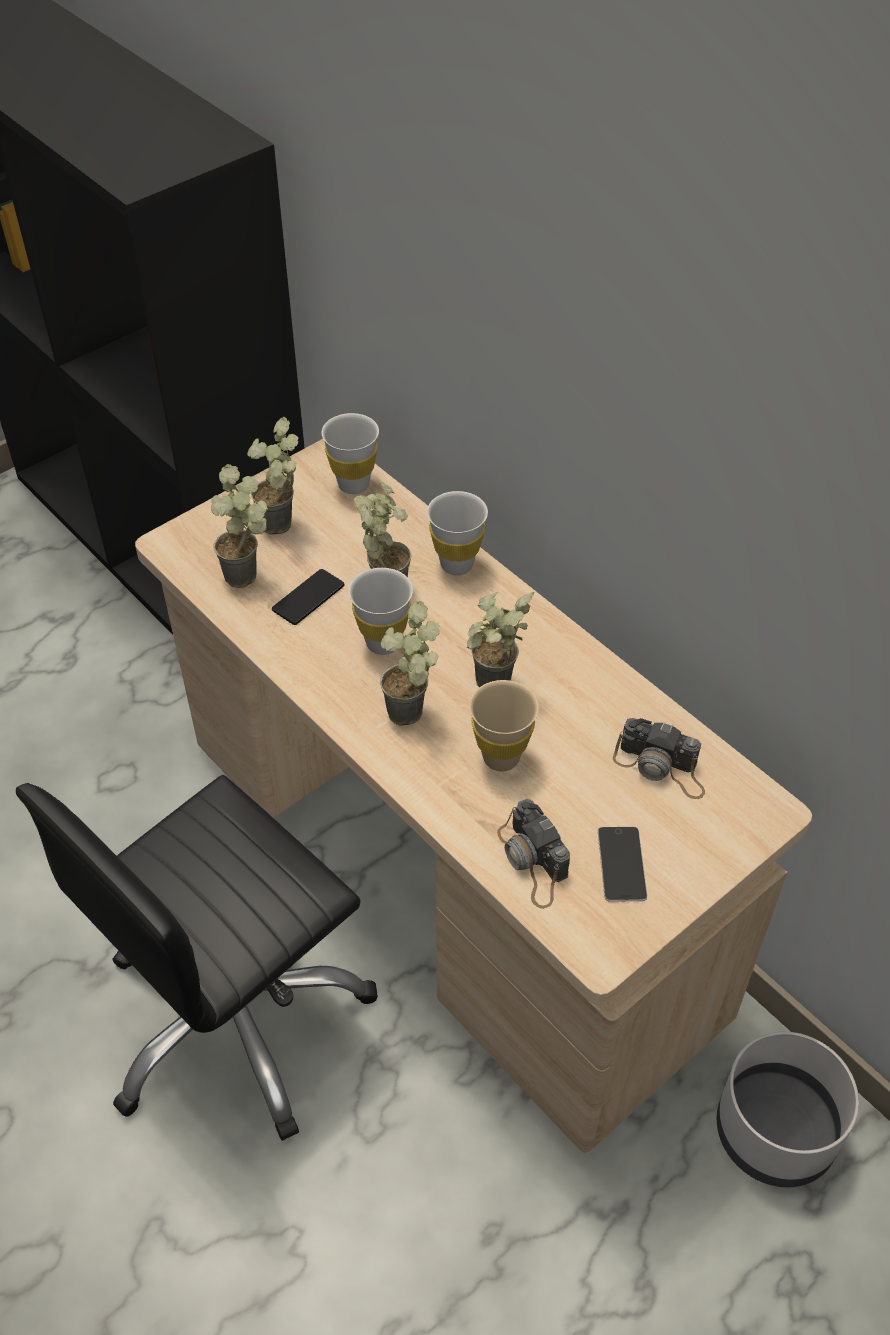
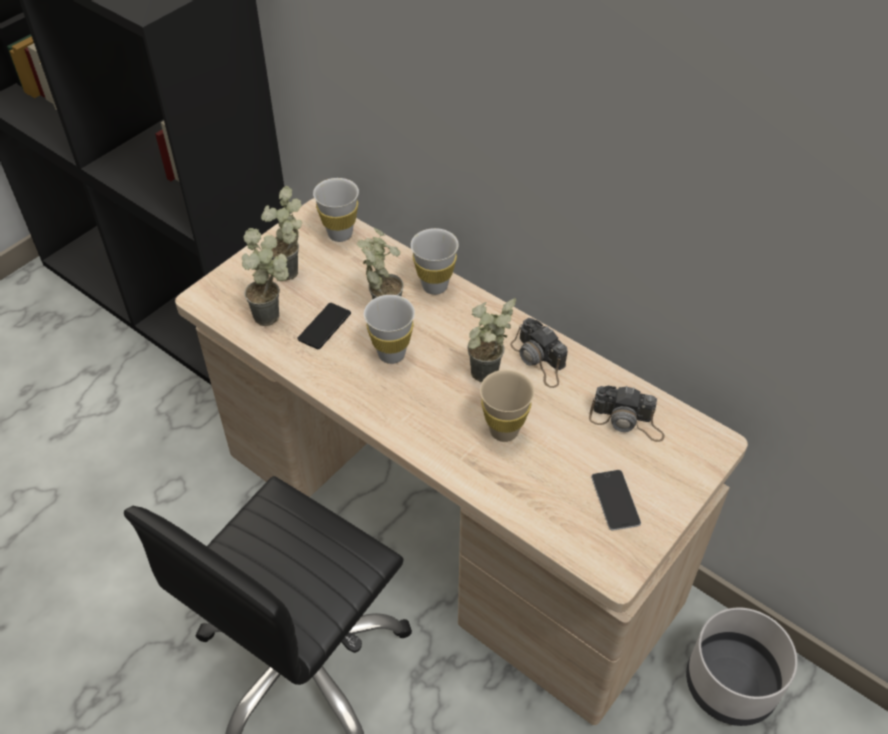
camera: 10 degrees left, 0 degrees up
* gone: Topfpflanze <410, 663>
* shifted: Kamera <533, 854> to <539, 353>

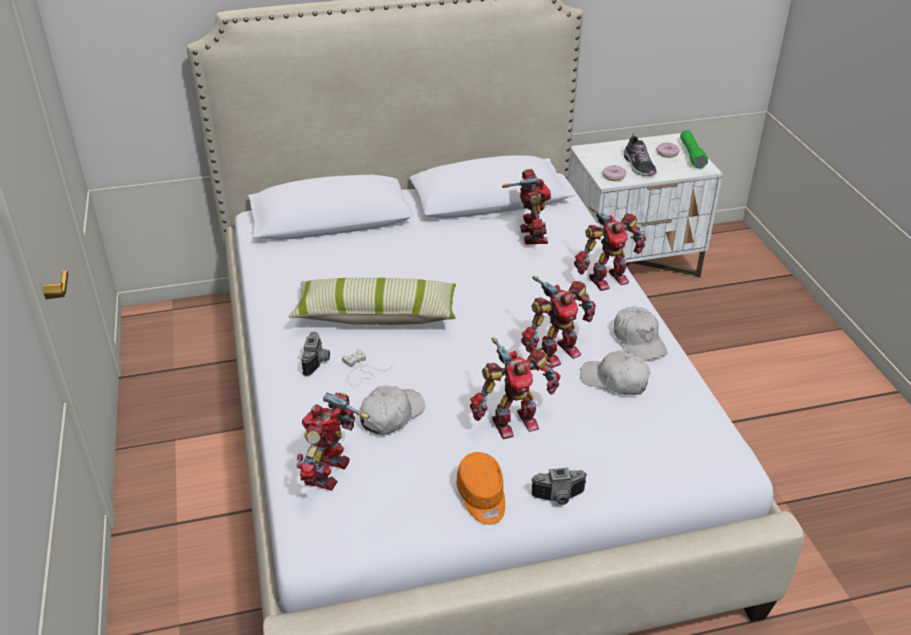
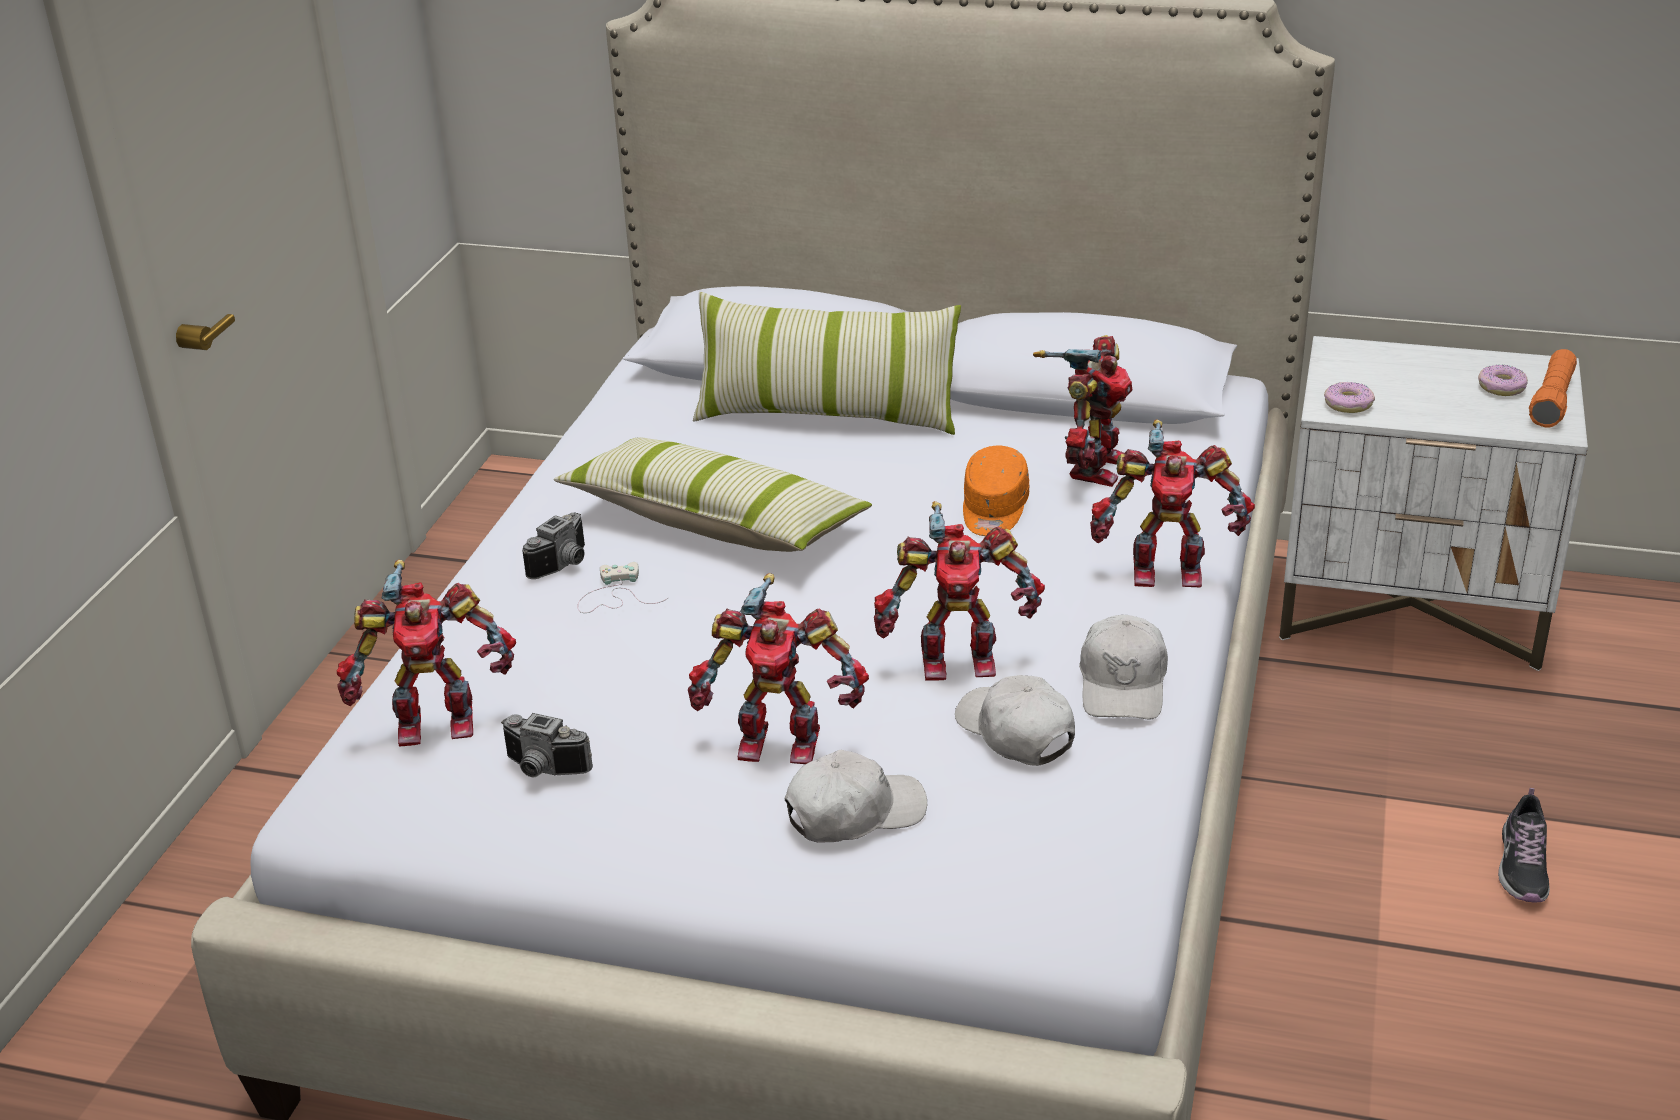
camera: 30 degrees right, 5 degrees down
* new: Kissen <827, 363>
* shifted: Kappe (weiß) <392, 410> to <856, 796>
* shifted: Kappe (orange) <481, 488> to <996, 491>
* shifted: Kamera <559, 486> to <547, 745>
* shifted: Schuh <640, 154> to <1524, 845>
* repainted: Taschenlampe (grün) <694, 149> to Taschenlampe (orange) <1553, 388>
* rotated: Spielzeugroboter <333, 441> = <426, 653> 150 degrees counterclockwise

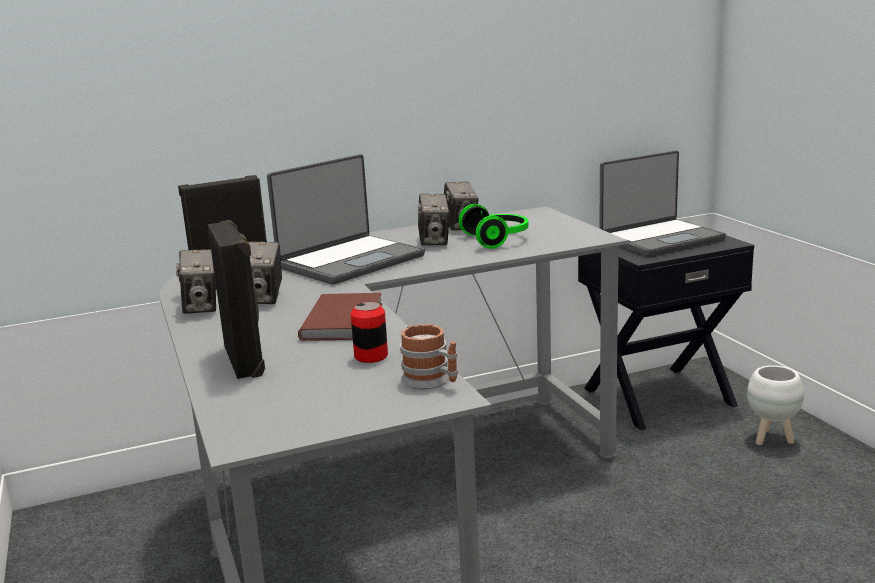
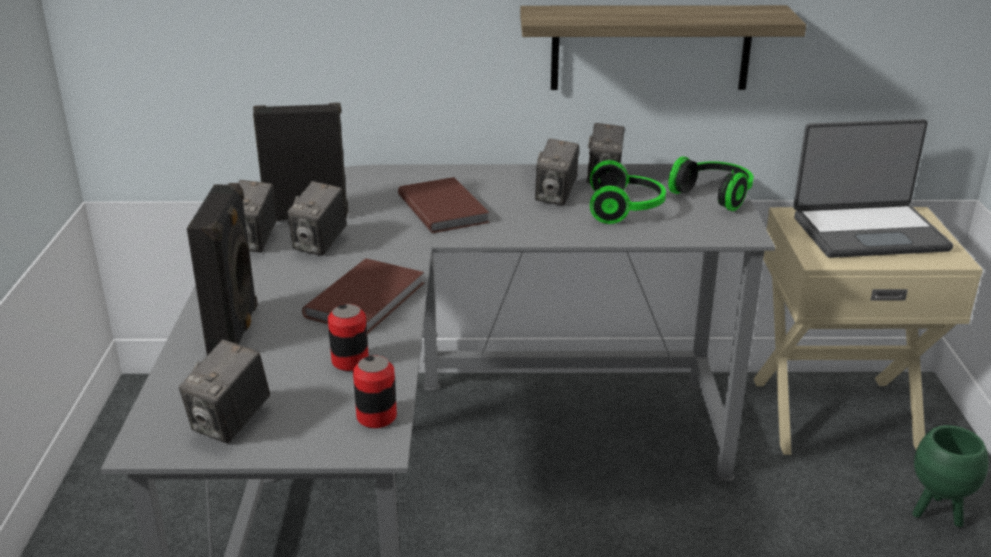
camera: 20 degrees right, 10 degrees up
* new: Kamera <224, 391>
* new: Wandregal <663, 47>
* new: Kopfhörer <711, 183>
* swapped: Laptop <346, 219> to Buch (braun) <444, 205>
* swapped: Henkelbecher <429, 357> to Dose <375, 392>
* repainted: Nachttisch (schwarz) <666, 325> to Nachttisch (beige) <868, 331>
* repainted: Pflanzkübel (weiß) <775, 405> to Pflanzkübel (grün) <950, 476>

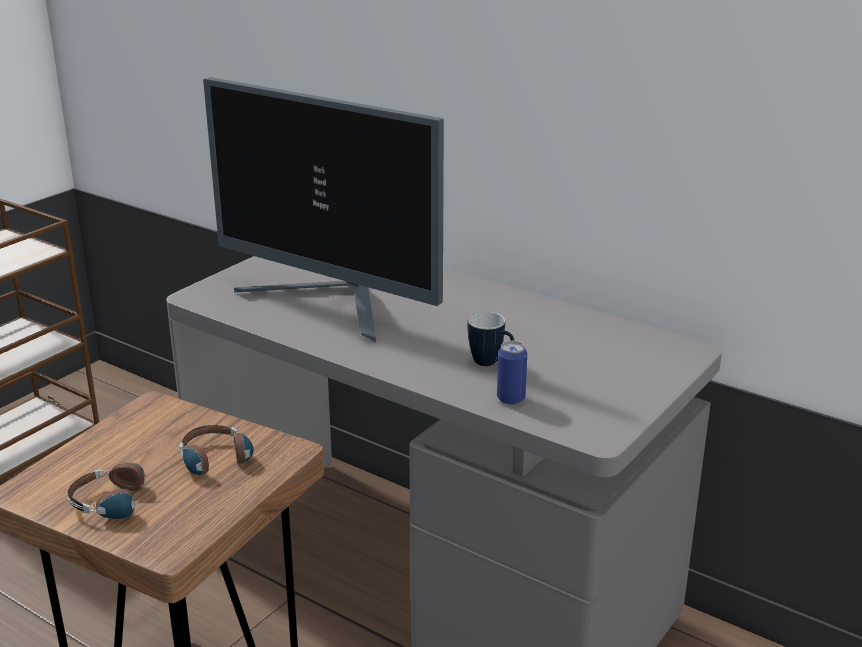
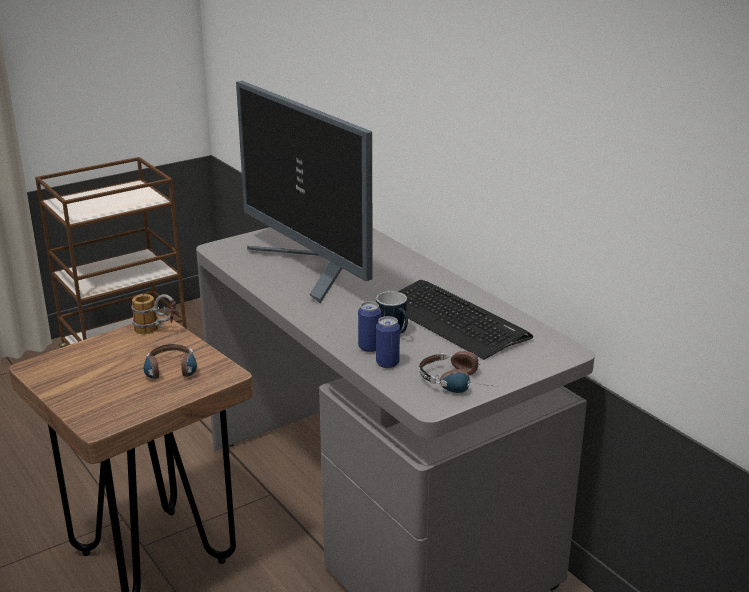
camera: 20 degrees right, 0 degrees up
* new: Henkelbecher <154, 314>
* new: Dose <369, 326>
* new: Tastatur <465, 320>
* shifted: Kopfhörer <111, 491> to <458, 372>

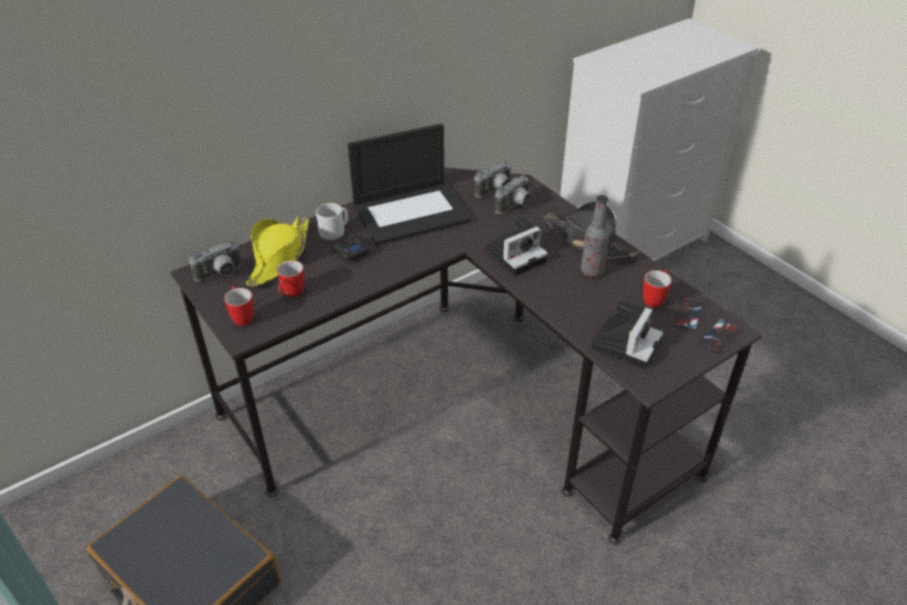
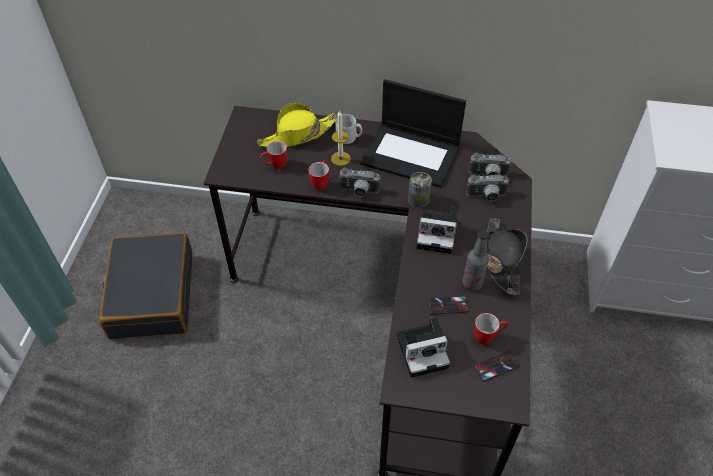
camera: 45 degrees right, 10 degrees up
* new: Dose <420, 190>
* shifted: Kamera <215, 261> to <359, 182>
* shifted: Henkelbecher <239, 306> to <319, 175>
* shifted: Handy <719, 336> to <448, 305>
* swapped: Gamepad (schwarz) <350, 248> to Kerze <341, 138>

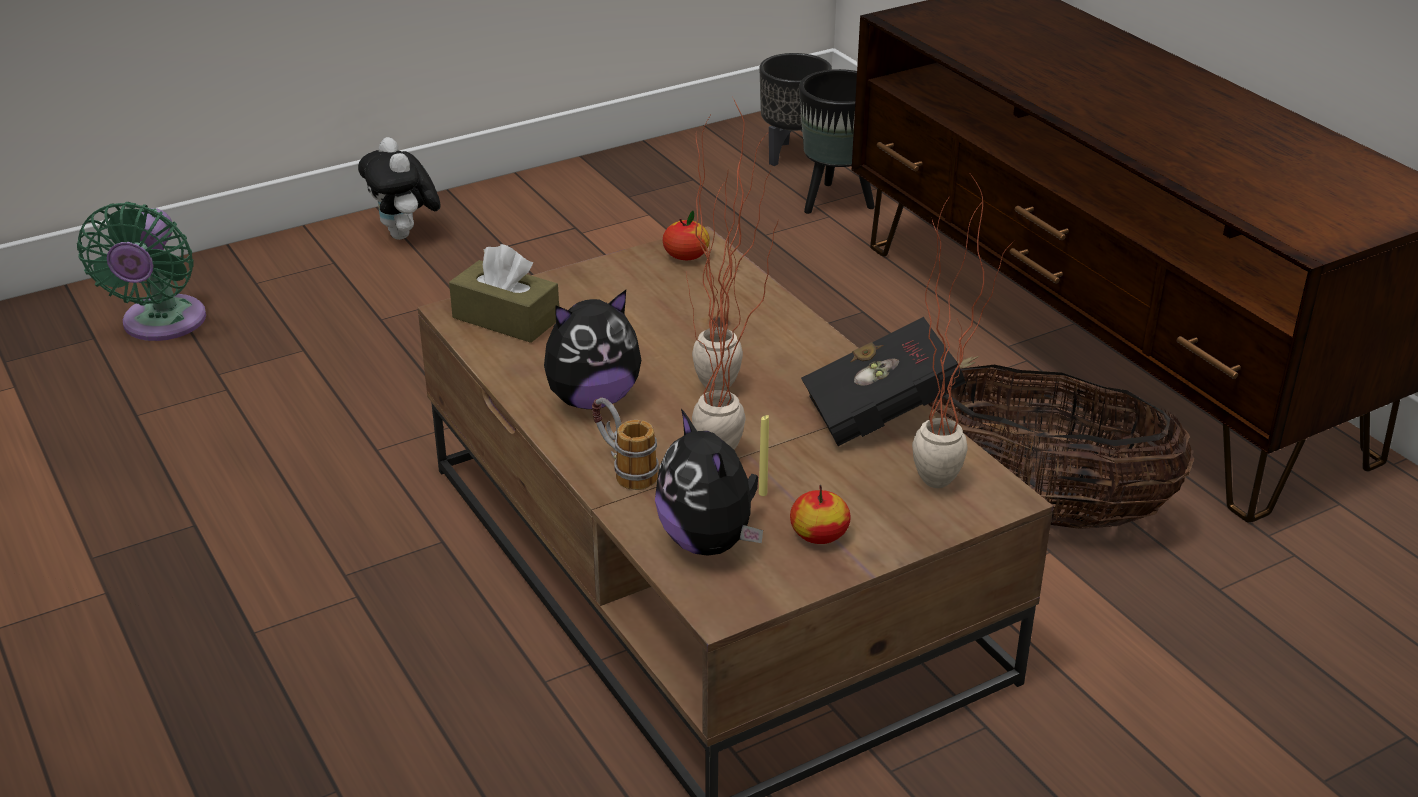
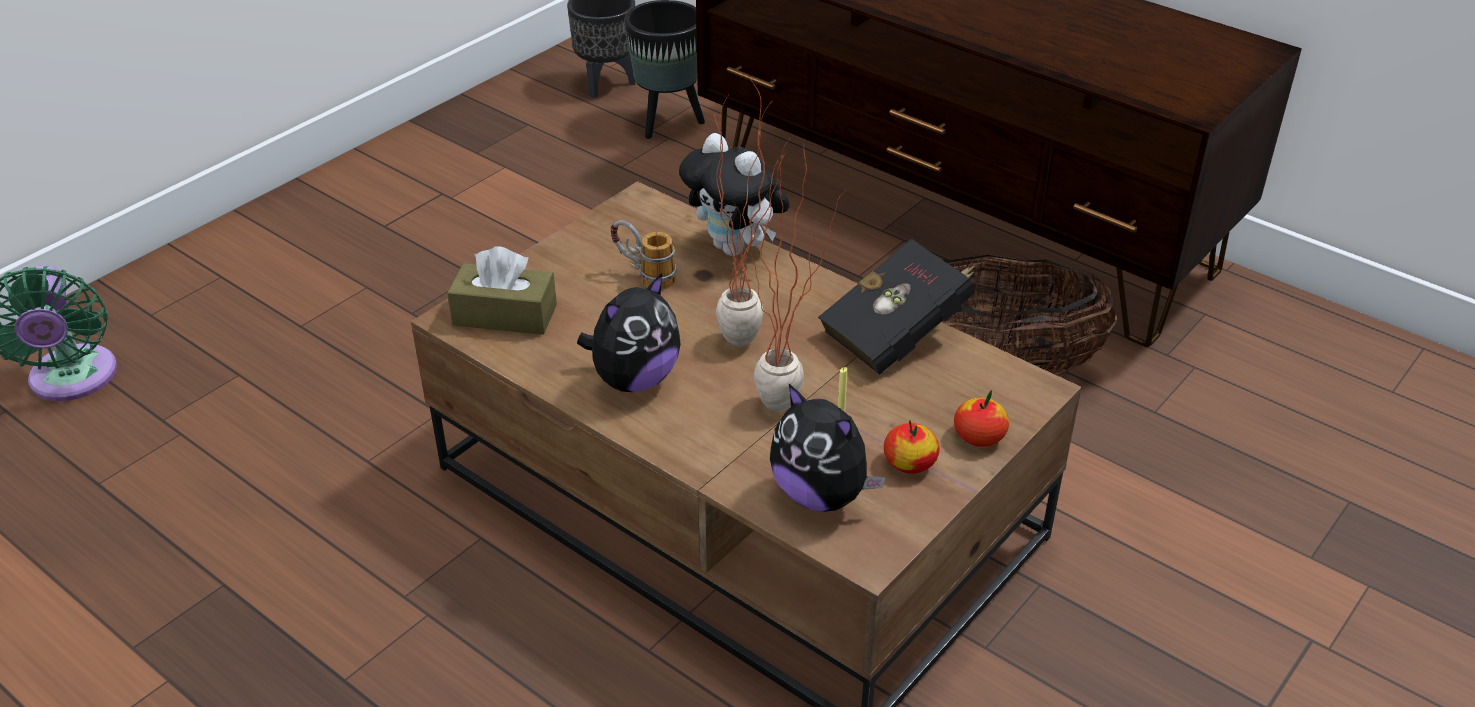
camera: 20 degrees left, 5 degrees up
* gone: Topfpflanze <963, 331>
* shifted: Plüschtier <399, 188> to <734, 194>
* shifted: Henkelbecher <625, 444> to <643, 255>
* shifted: Apfel <686, 235> to <981, 418>

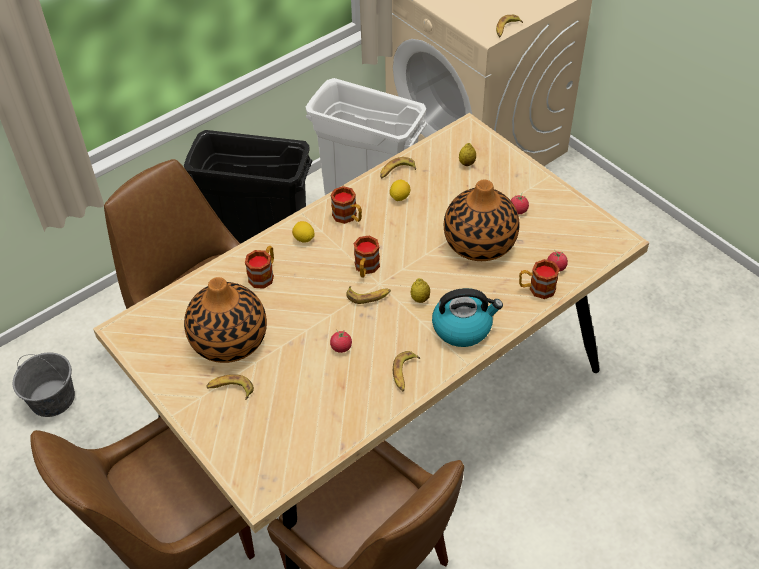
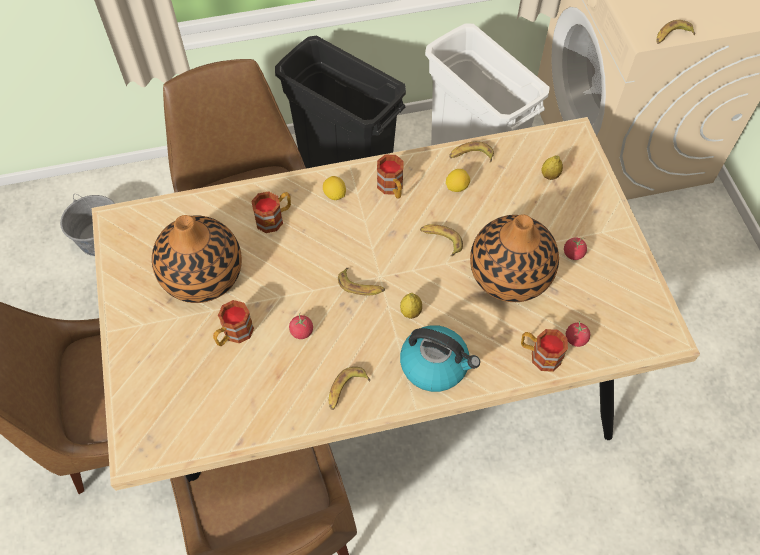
camera: 25 degrees right, 10 degrees up
* shifted: Banane <230, 387> to <441, 240>
* shifted: Henkelbecher <367, 257> to <233, 323>

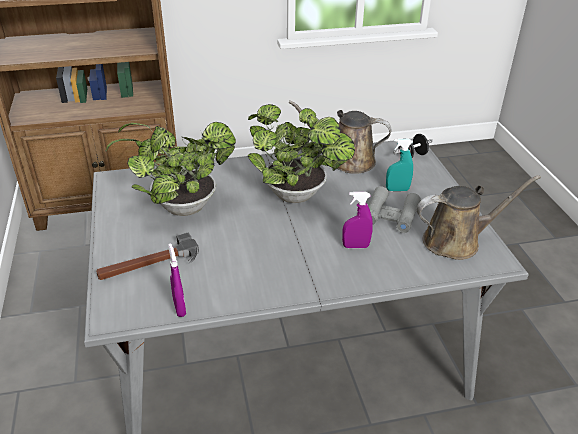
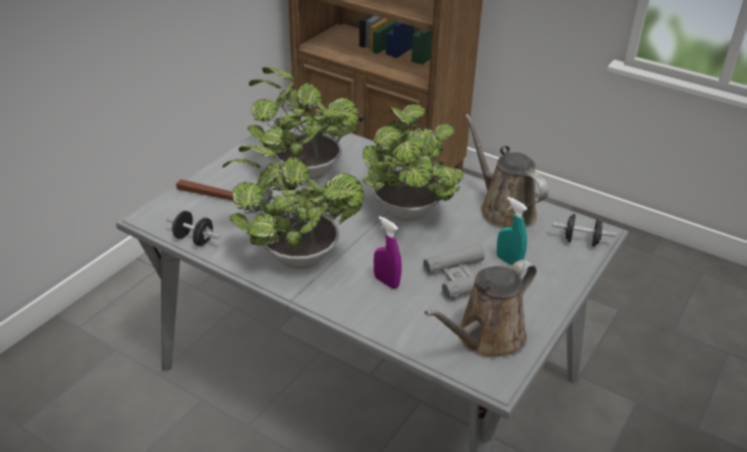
camera: 45 degrees right, 0 degrees up
* new: Topfpflanze <293, 207>
* swapped: Sprühflasche (lila) <177, 280> to Hantel (schwarz) <193, 228>
* rotated: Gießkanne (braun) <479, 217> = <480, 309> 105 degrees clockwise

